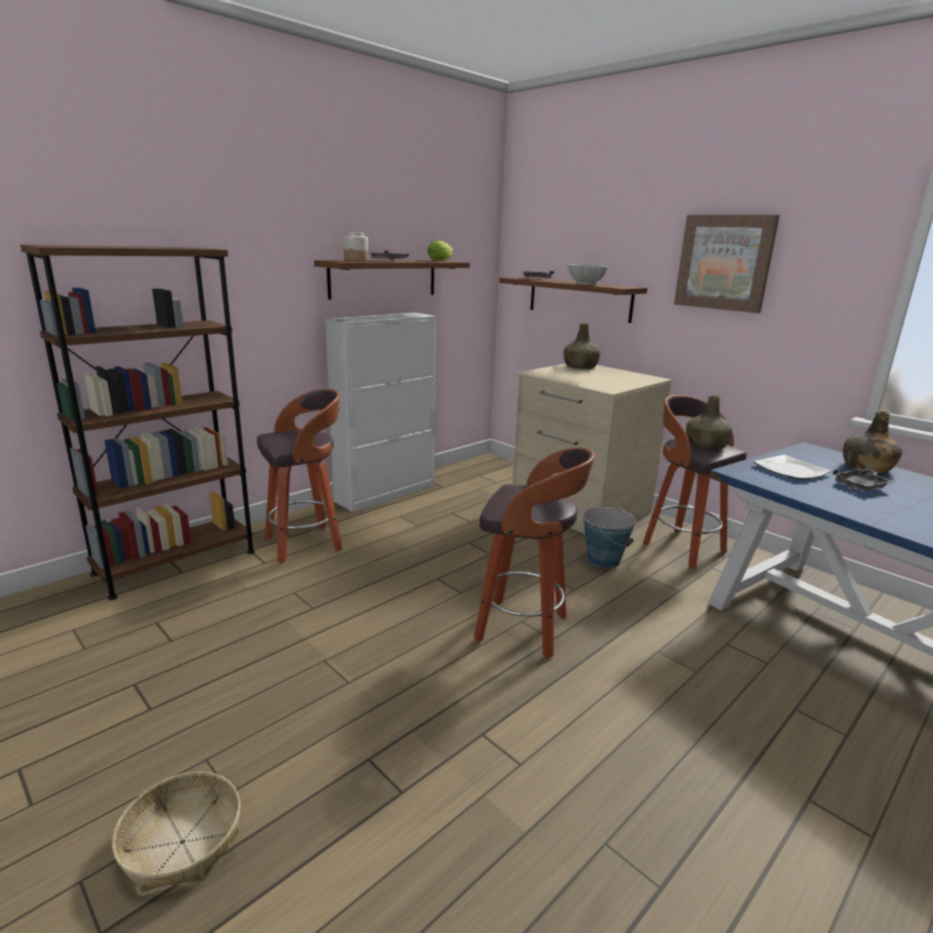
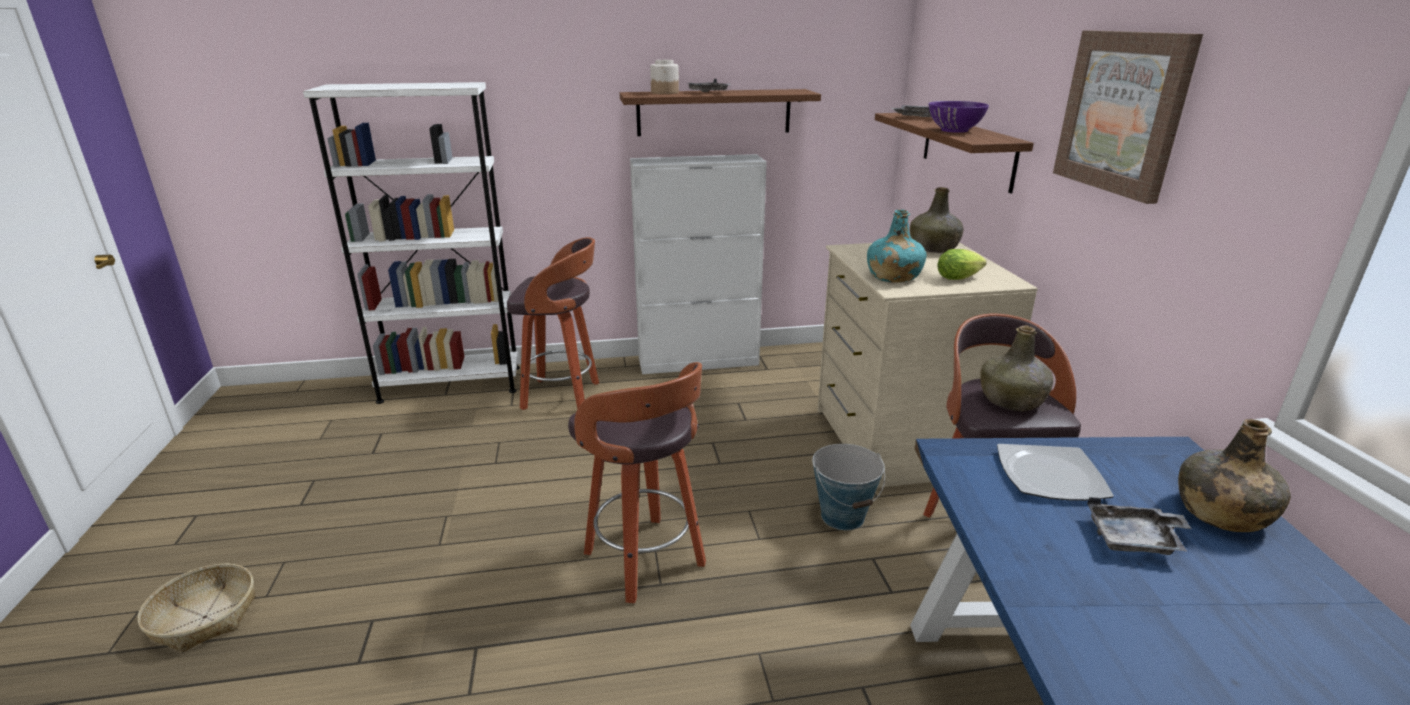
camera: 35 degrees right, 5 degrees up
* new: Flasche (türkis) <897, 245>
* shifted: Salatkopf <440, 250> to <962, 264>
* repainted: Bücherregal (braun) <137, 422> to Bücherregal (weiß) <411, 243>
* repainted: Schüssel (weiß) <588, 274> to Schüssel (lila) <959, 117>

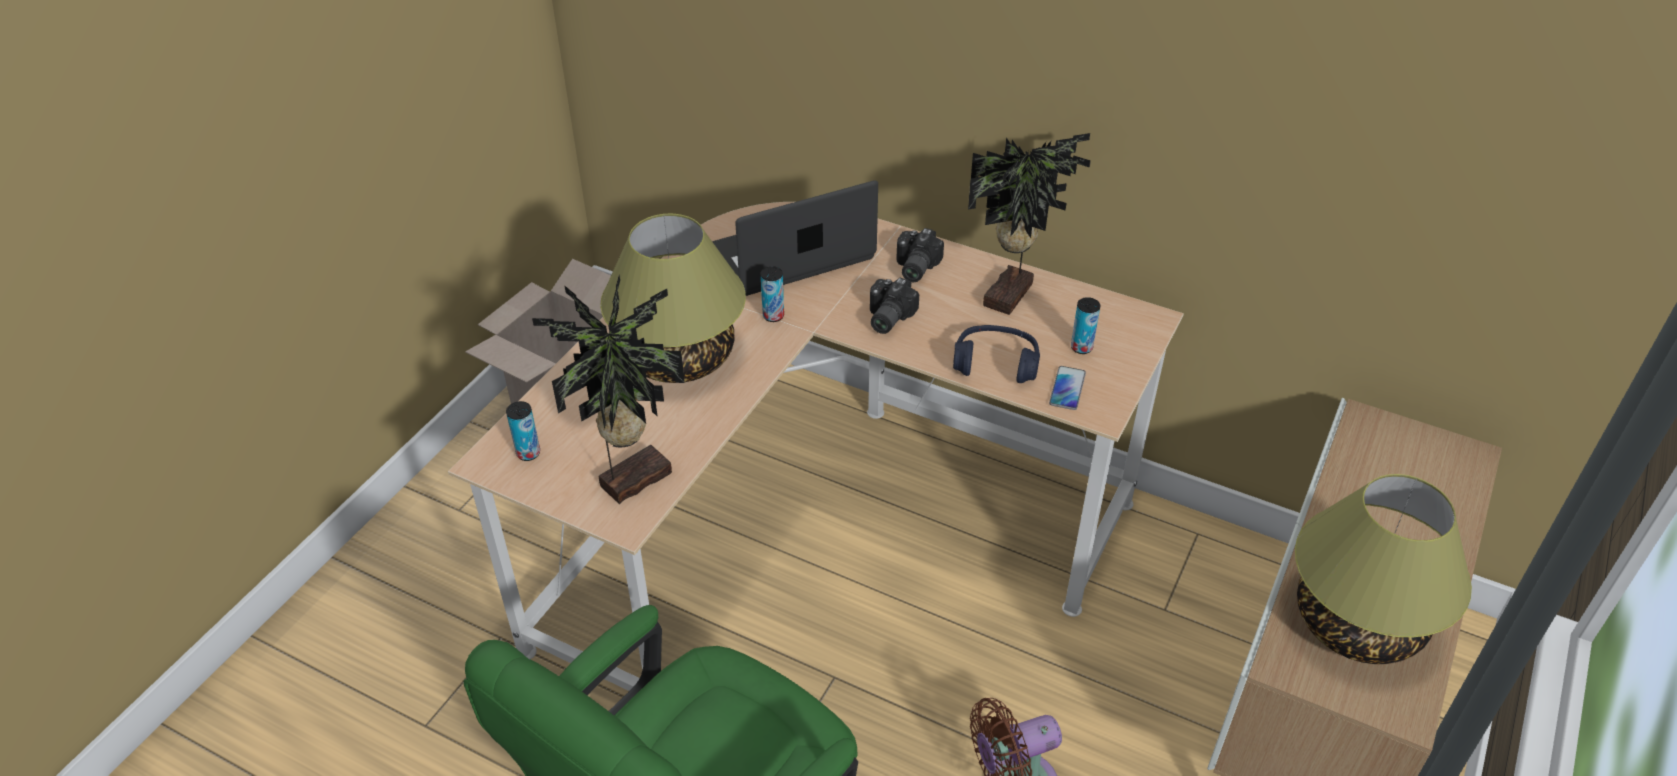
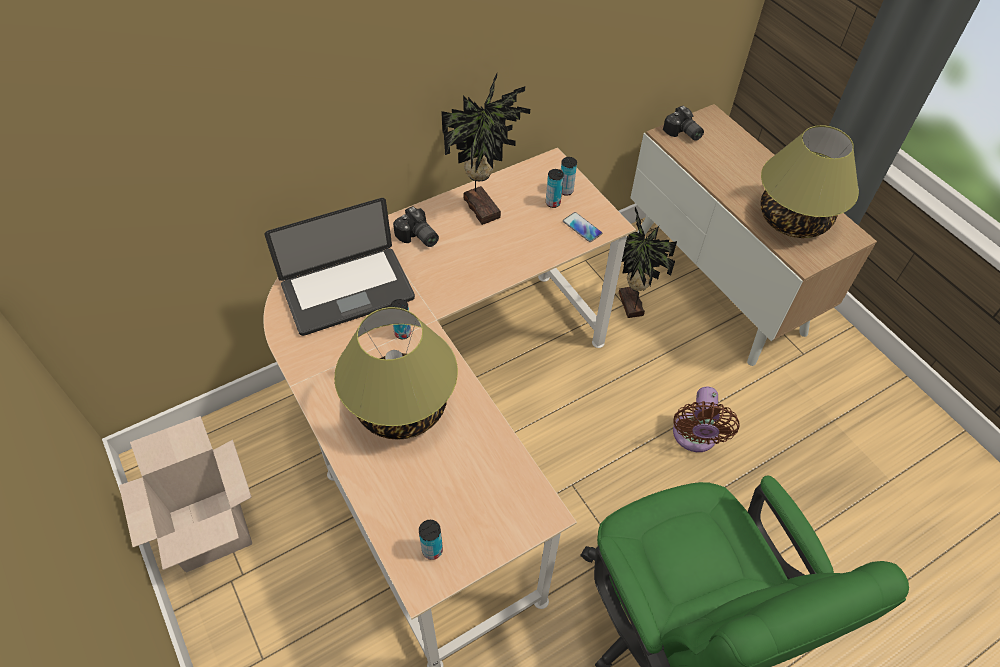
camera: 60 degrees left, 10 degrees up
* gone: Kopfhörer (blau) <996, 354>
* new: Dose <569, 176>
* shifted: Topfpflanze <608, 389> to <648, 262>
* shifted: Kamera <894, 306> to <683, 123>
* rotated: Laptop <795, 238> = <339, 267> 120 degrees counterclockwise

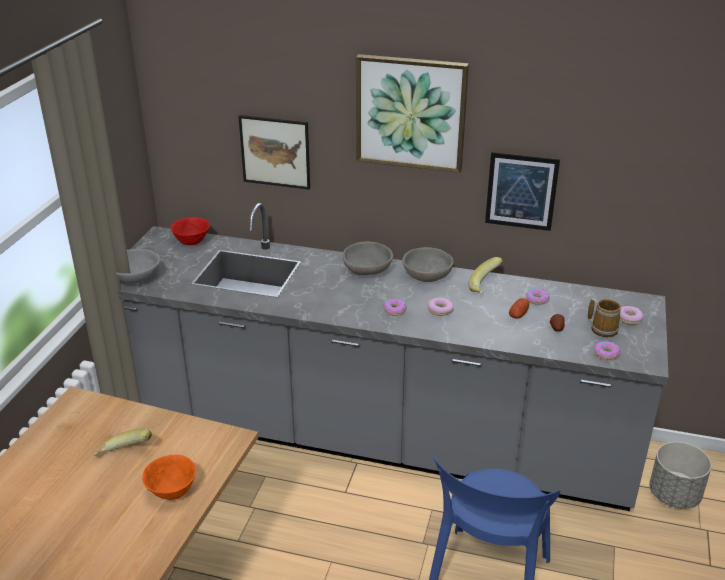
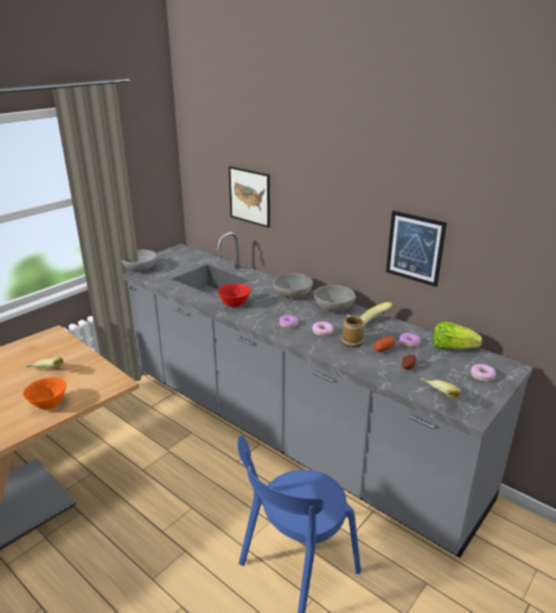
camera: 25 degrees right, 5 degrees down
* gone: Bild <412, 113>
* gone: Pflanzkübel (grau) <680, 475>
* new: Salatkopf <457, 335>
* shifted: Schüssel (rot) <190, 231> to <234, 295>
* shifted: Henkelbecher <604, 317> to <352, 331>
* swapped: Donut <607, 350> to Banane <441, 388>

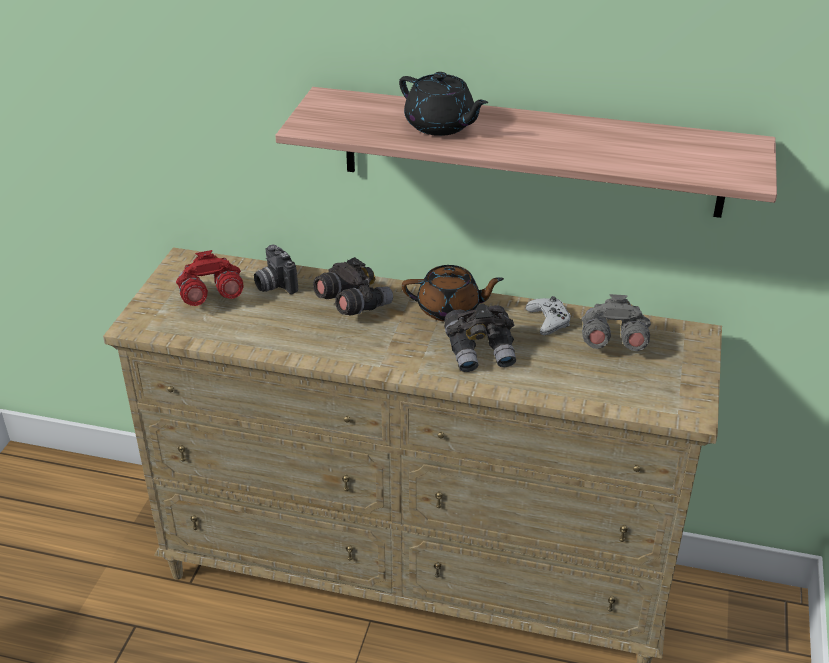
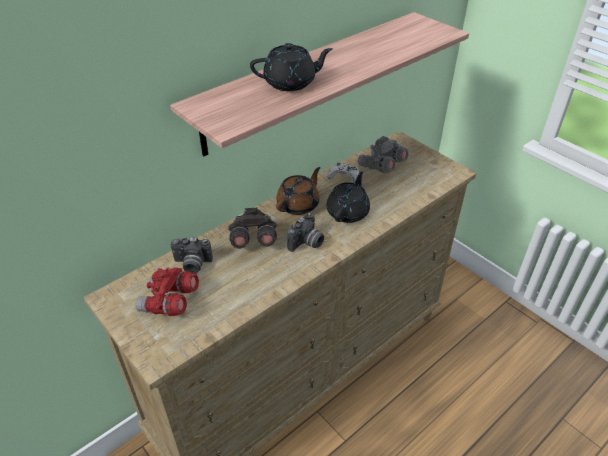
camera: 55 degrees left, 5 degrees up
* new: Kamera <305, 232>
* swapped: Fernglas (grau) <480, 338> to Teekanne (schwarz) <348, 197>

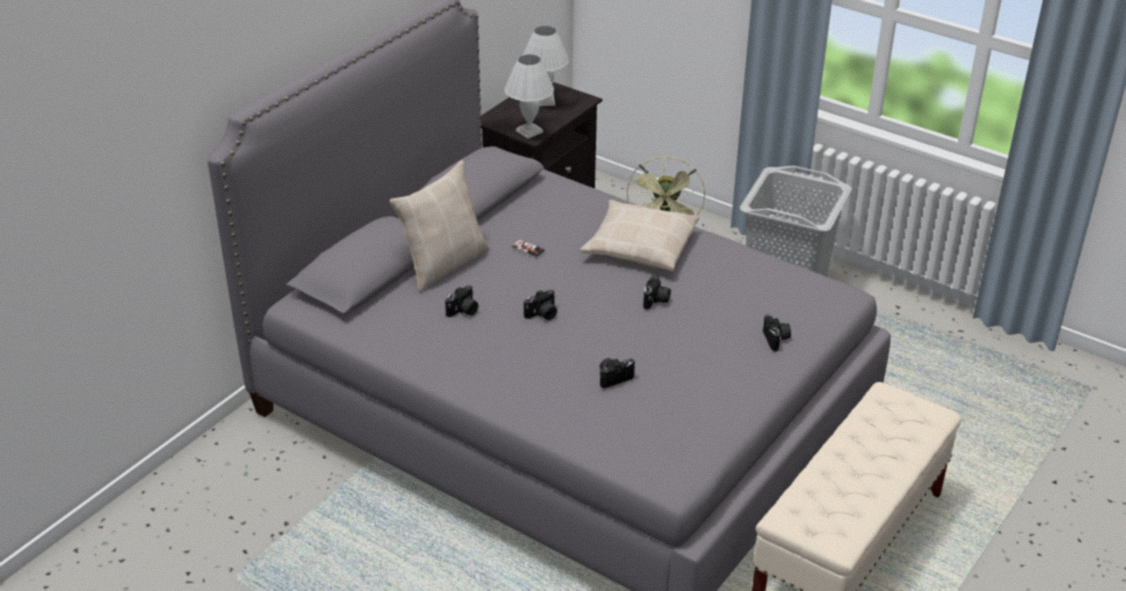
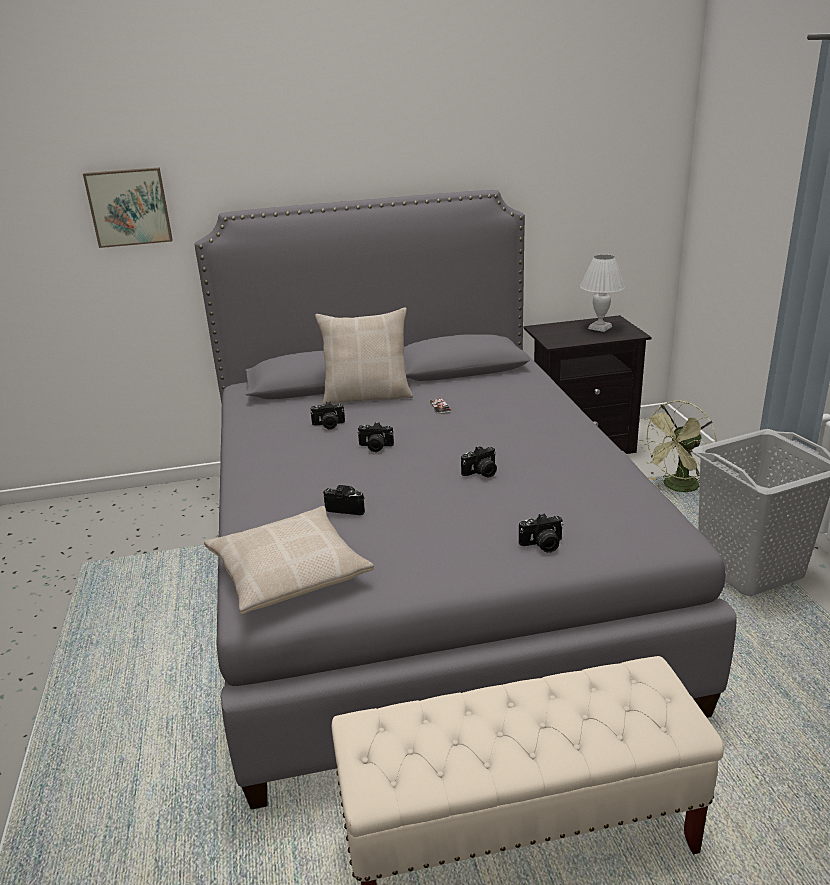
camera: 45 degrees right, 10 degrees down
* gone: Tischlampe (weiß) <529, 96>
* new: Bild <128, 207>
* shifted: Kissen (beige) <639, 235> to <289, 560>
* rotated: Kamera <777, 332> = <541, 533> 45 degrees clockwise

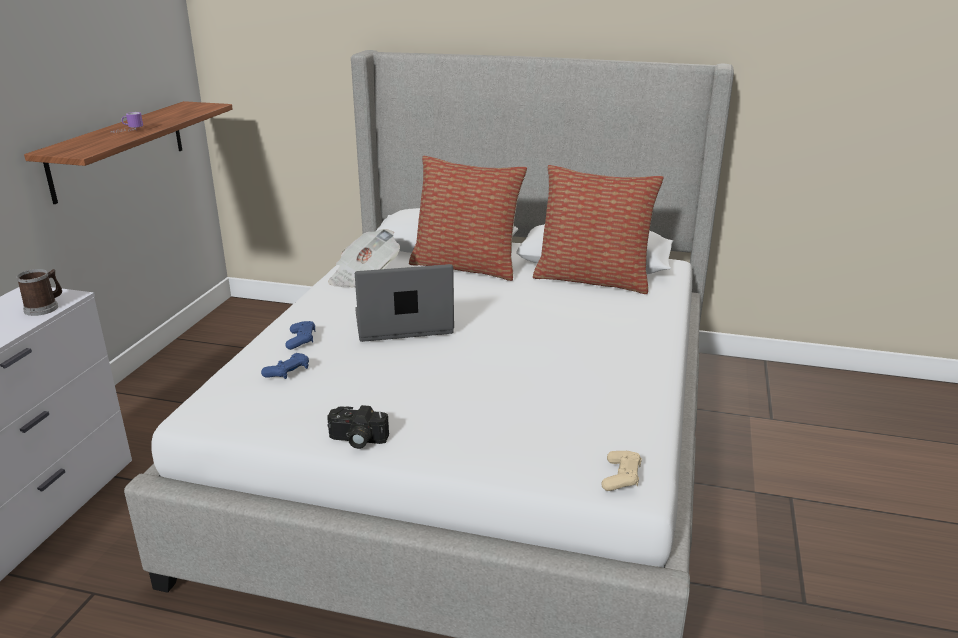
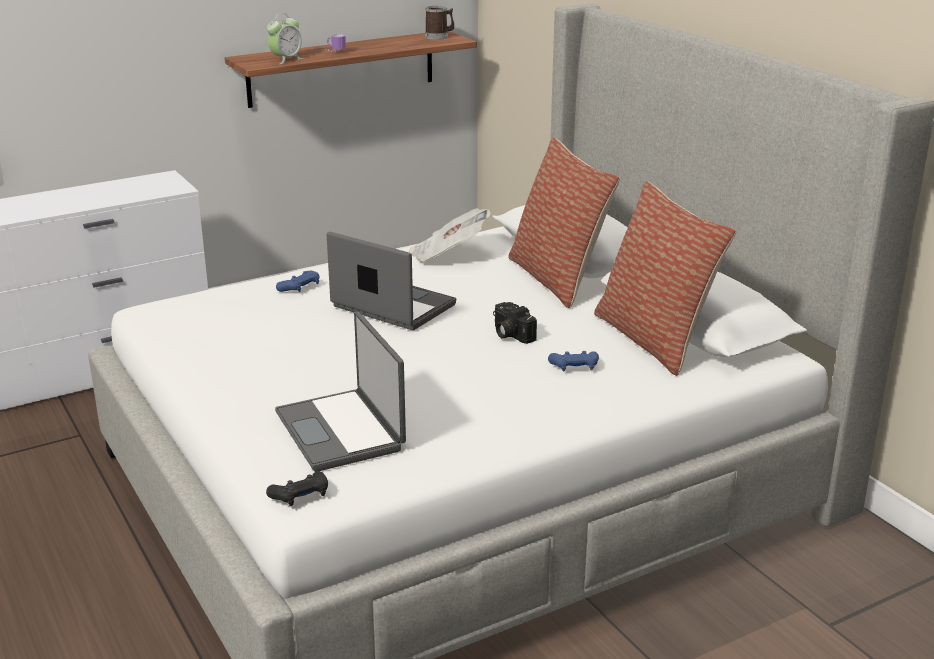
camera: 45 degrees right, 0 degrees up
* new: Wecker <285, 38>
* new: Laptop <340, 391>
* shifted: Henkelbecher <39, 292> to <439, 23>
* shifted: Gamepad (blau) <285, 366> to <573, 361>
* shifted: Kamera <358, 427> to <515, 323>
* repainted: Gamepad (beige) <621, 471> to Gamepad (schwarz) <297, 488>

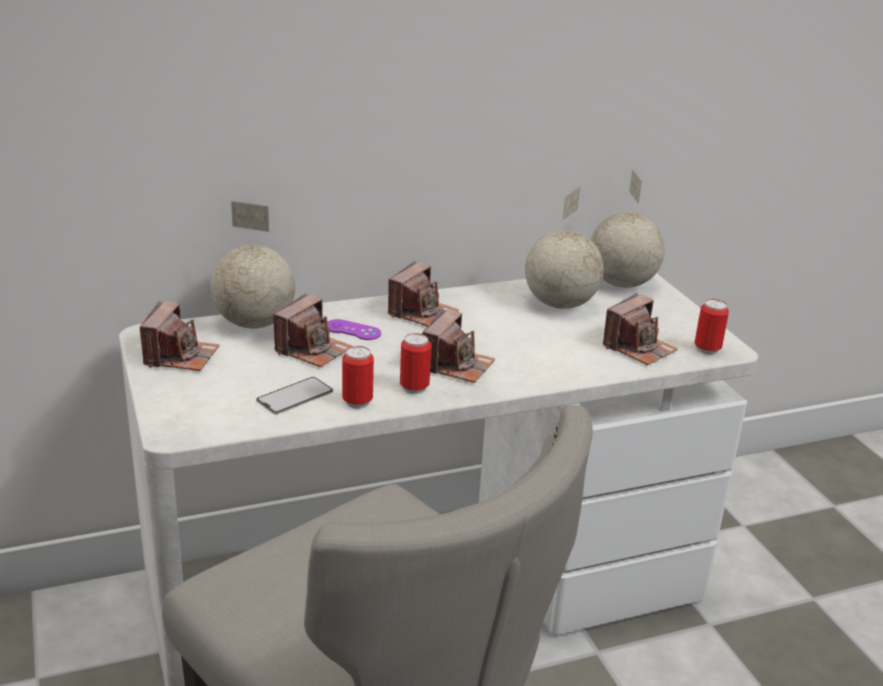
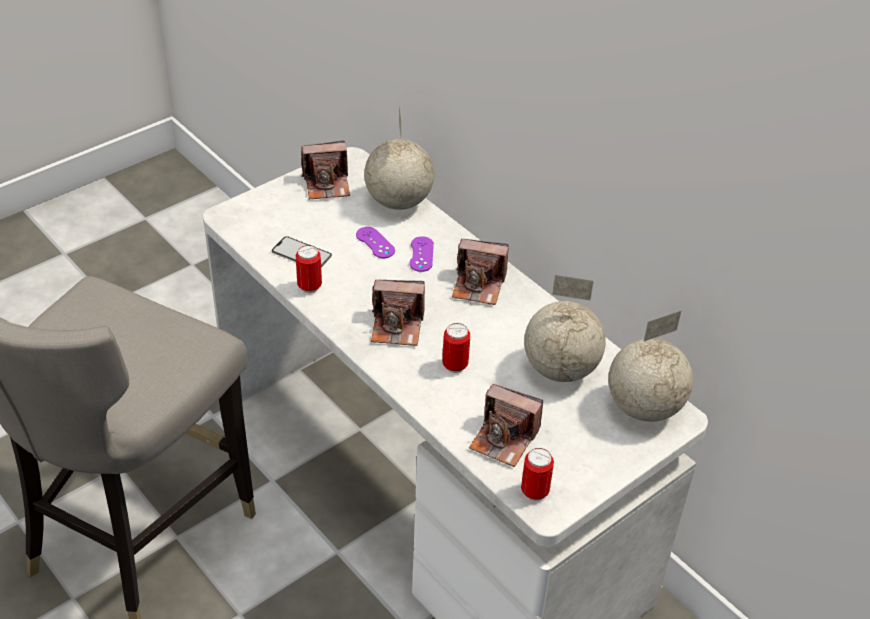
camera: 70 degrees right, 15 degrees up
* shifted: Dose <415, 363> to <456, 348>
* swapped: Kamera <313, 330> to Gamepad (lila) <375, 242>

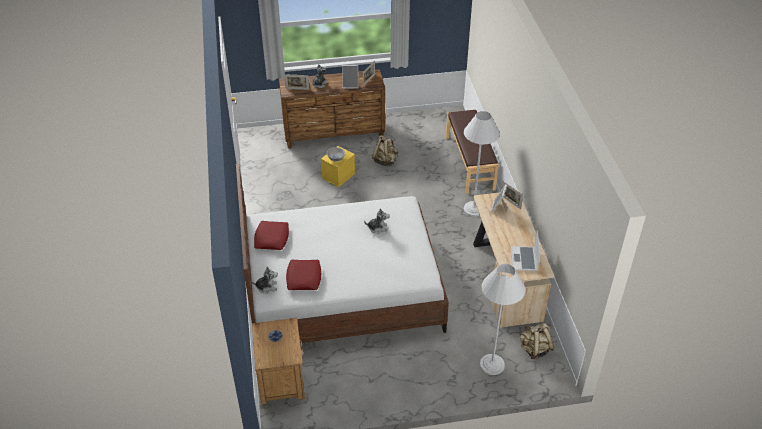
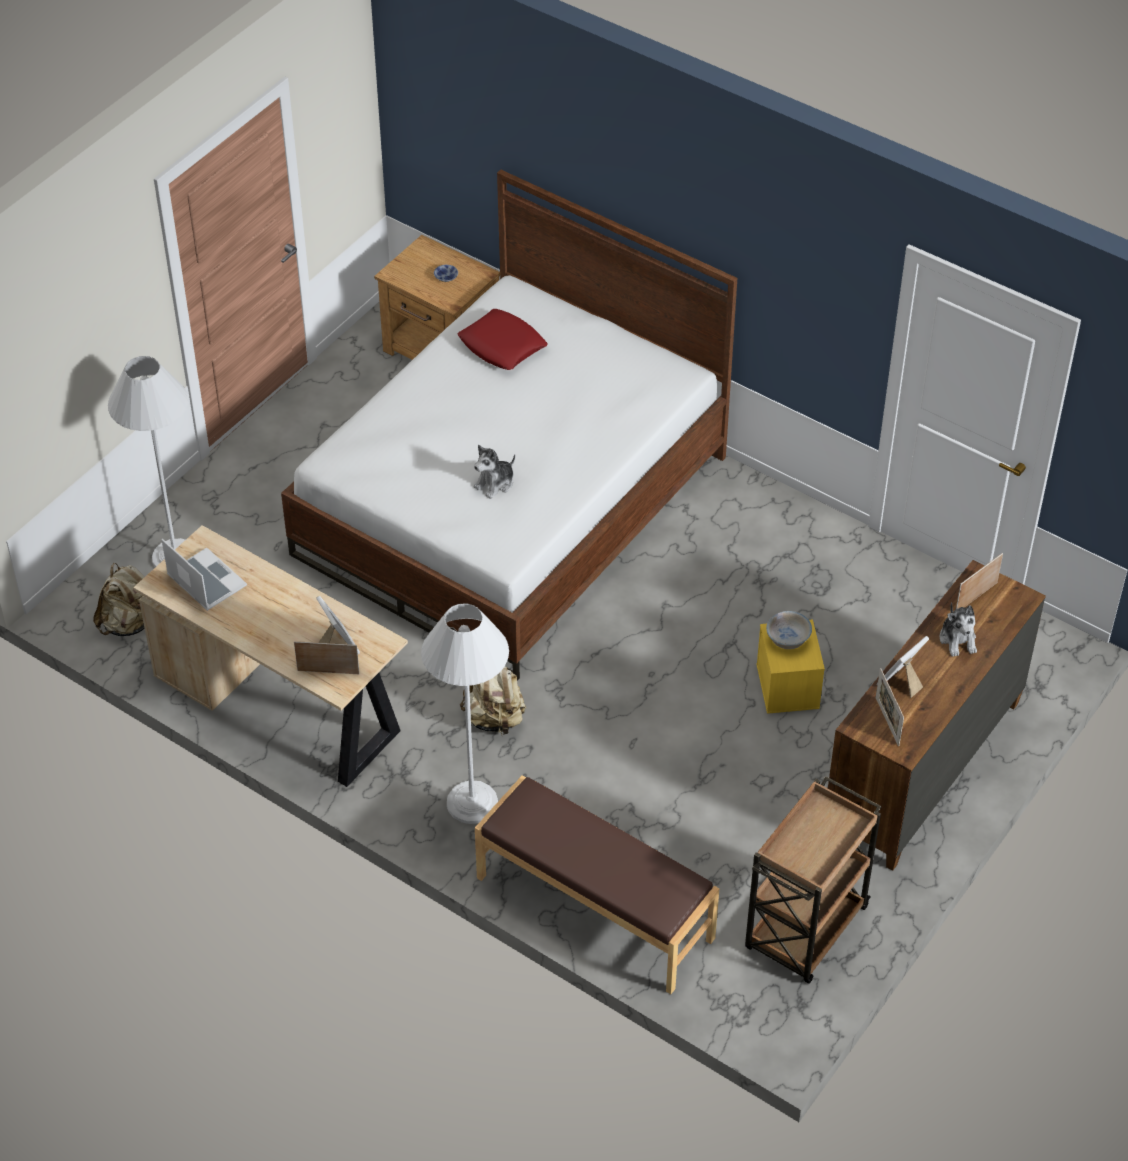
camera: 135 degrees right, 5 degrees up
* gone: Plüschtier <264, 280>
* gone: Kissen (rot) <271, 235>
* new: Rollwagen (braun) <813, 880>
* shifted: Rucksack (beige) <385, 150> to <493, 700>

